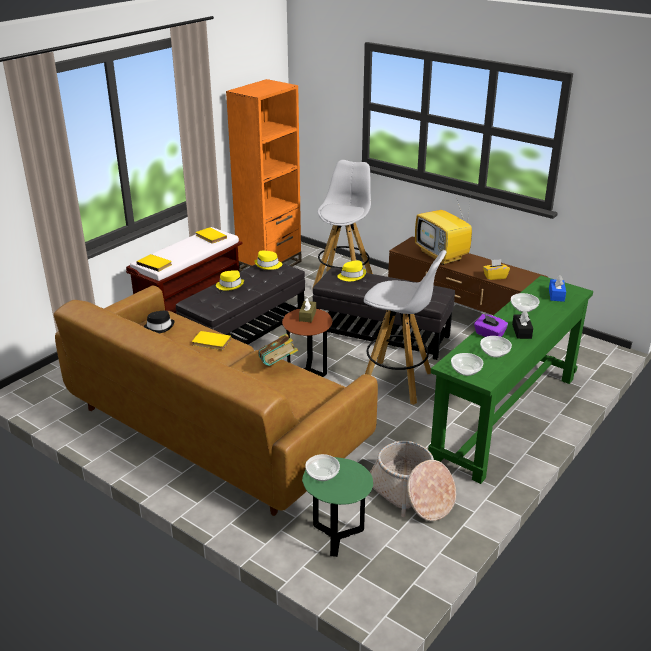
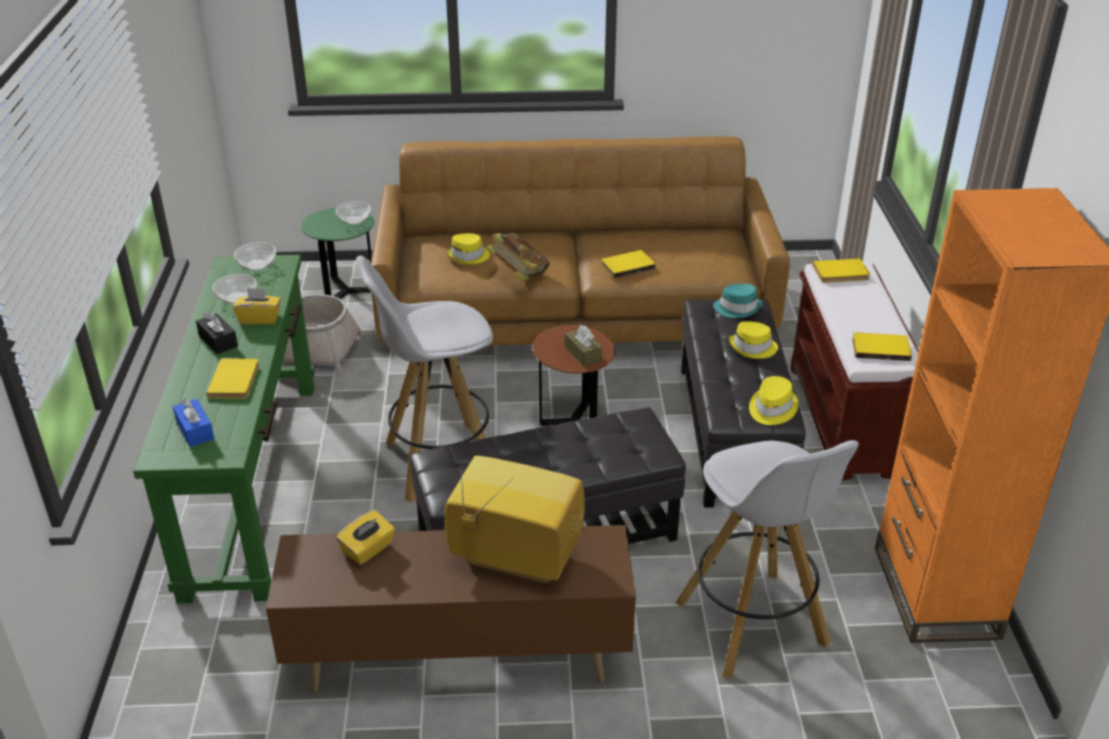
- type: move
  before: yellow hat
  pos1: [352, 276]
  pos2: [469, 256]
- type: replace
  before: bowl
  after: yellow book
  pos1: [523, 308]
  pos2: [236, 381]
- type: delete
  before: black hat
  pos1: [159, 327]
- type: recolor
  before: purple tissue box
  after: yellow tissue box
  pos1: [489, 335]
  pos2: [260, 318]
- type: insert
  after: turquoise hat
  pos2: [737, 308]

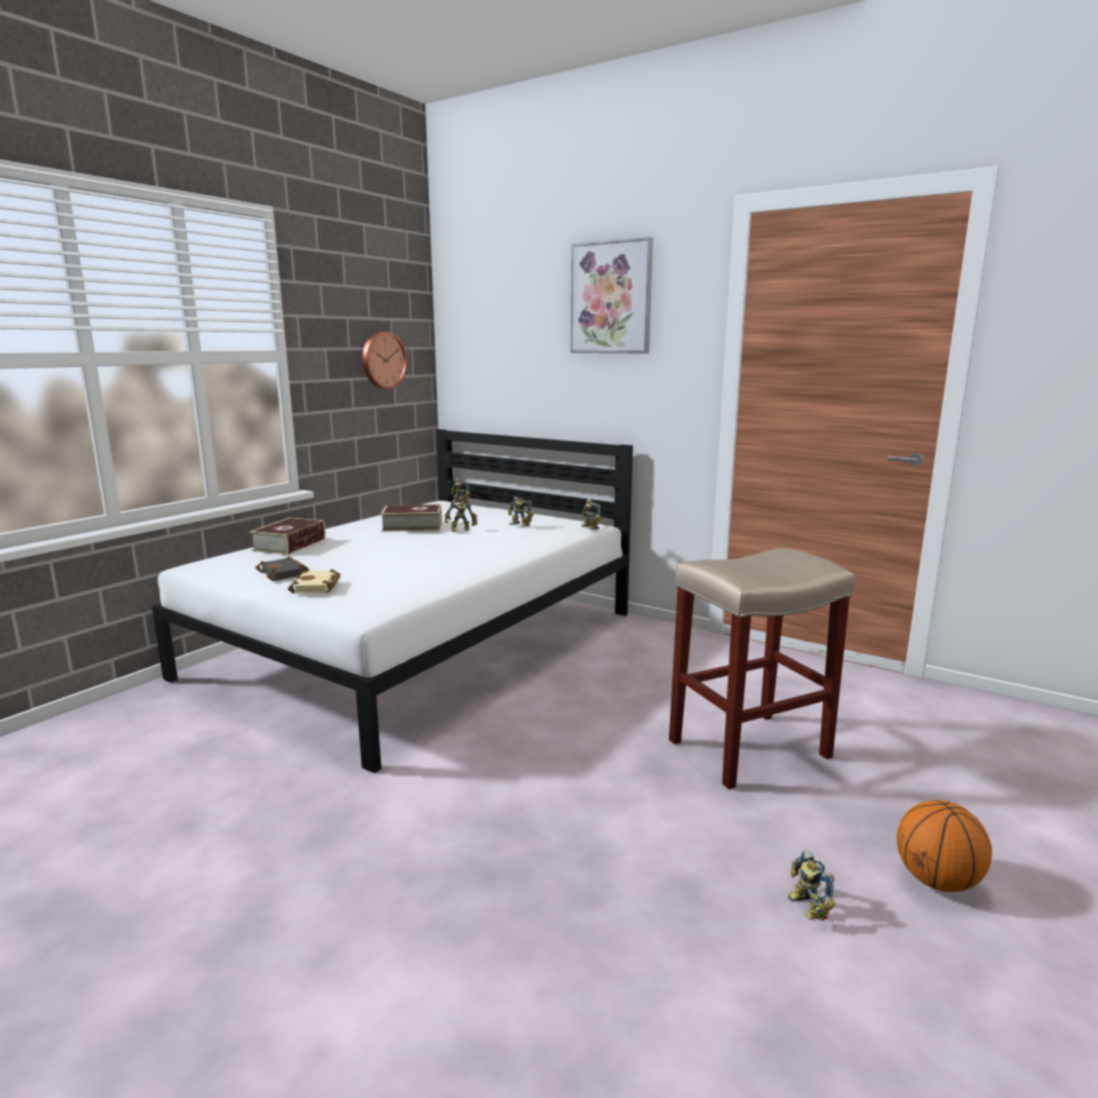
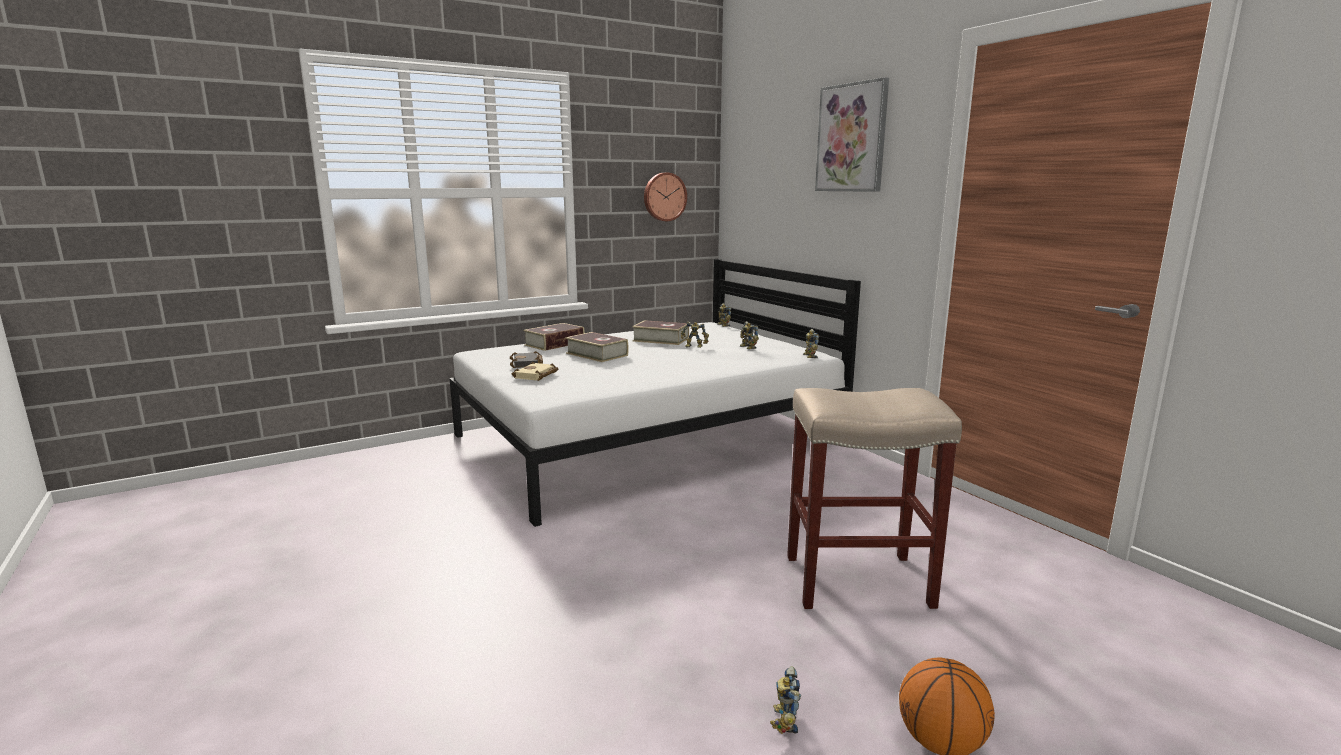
- type: insert
  after: book
  pos2: [597, 354]

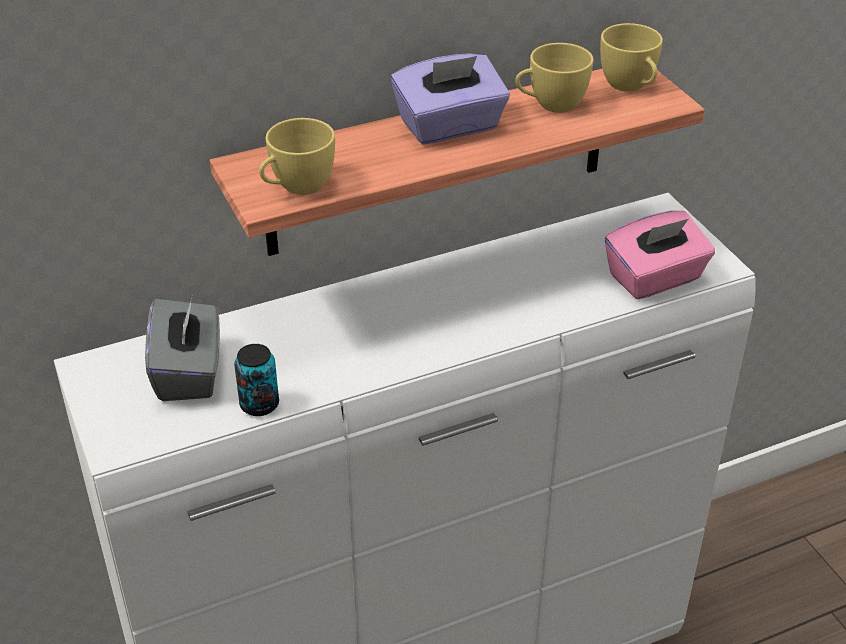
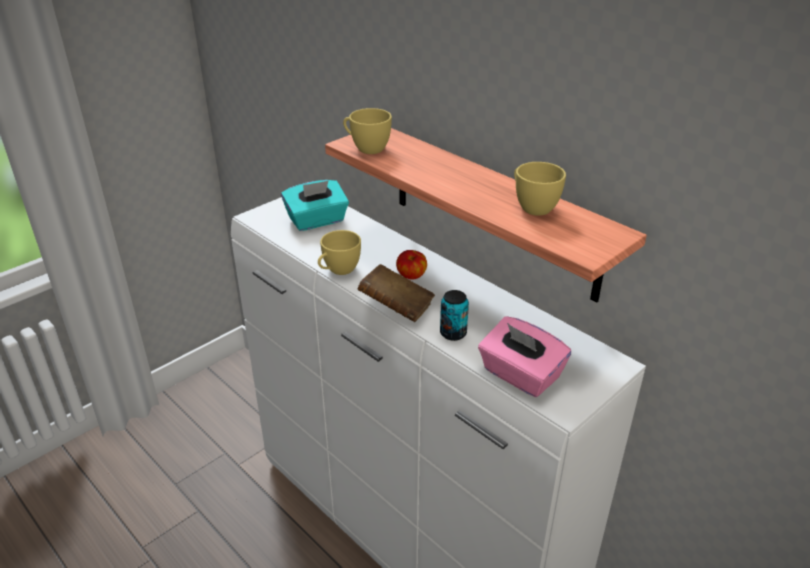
- type: move
  before: yellow cup
  pos1: [630, 87]
  pos2: [338, 271]
- type: delete
  before: purple tissue box
  pos1: [450, 127]
- type: recolor
  before: grey tissue box
  after: turquoise tissue box
  pos1: [189, 372]
  pos2: [317, 221]
- type: move
  before: can
  pos1: [259, 404]
  pos2: [453, 333]
- type: insert
  after: apple
  pos2: [411, 276]
- type: insert
  after: brown book
  pos2: [396, 307]

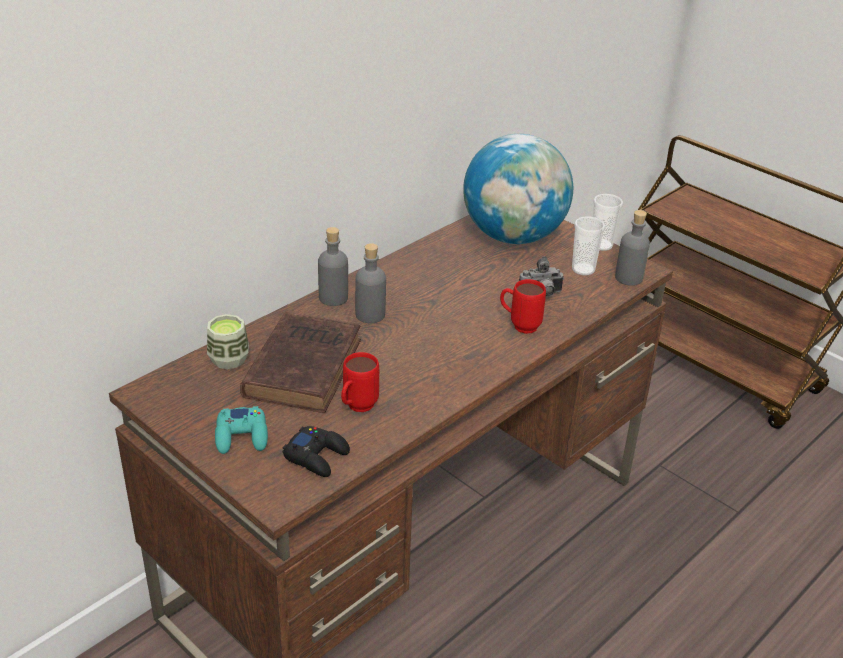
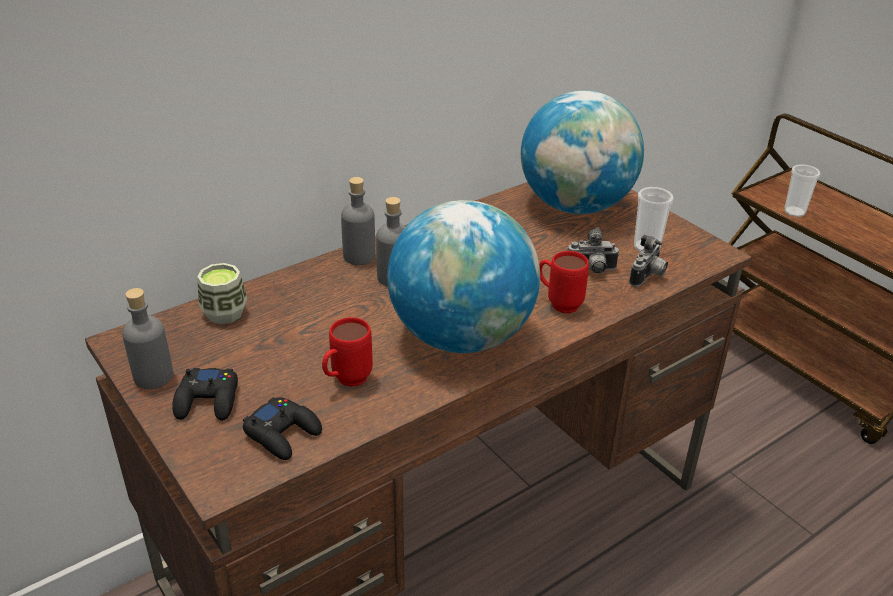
- type: move
  before: cup
  pos1: [601, 245]
  pos2: [794, 212]
- type: move
  before: grey bottle
  pos1: [628, 278]
  pos2: [153, 376]
- type: delete
  before: brown book
  pos1: [304, 366]
- type: recolor
  before: turquoise game controller
  after: black game controller
  pos1: [242, 436]
  pos2: [208, 401]
- type: insert
  after: globe
  pos2: [461, 336]
- type: insert
  after: photo camera
  pos2: [648, 277]

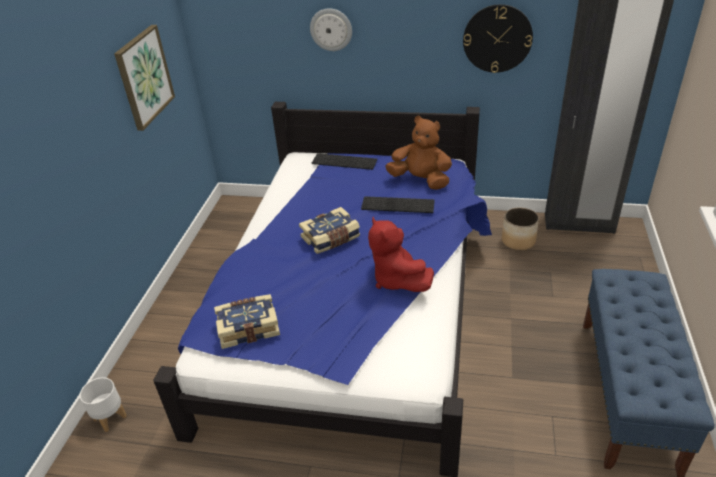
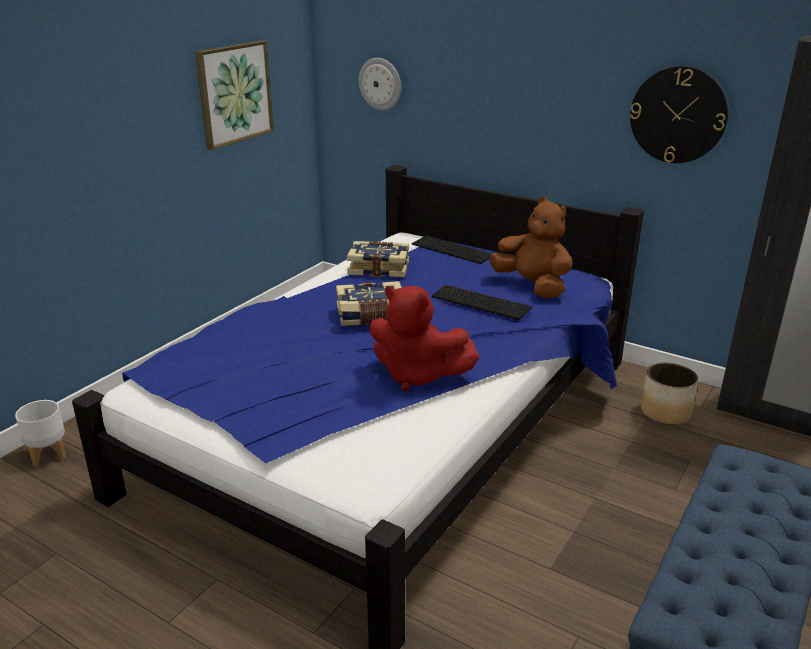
- type: move
  before: wall clock
  pos1: [331, 29]
  pos2: [380, 84]
- type: rotate
  before: red plush toy
  pos1: [397, 280]
  pos2: [417, 375]
  turn: -60
- type: move
  before: book
  pos1: [248, 327]
  pos2: [379, 268]

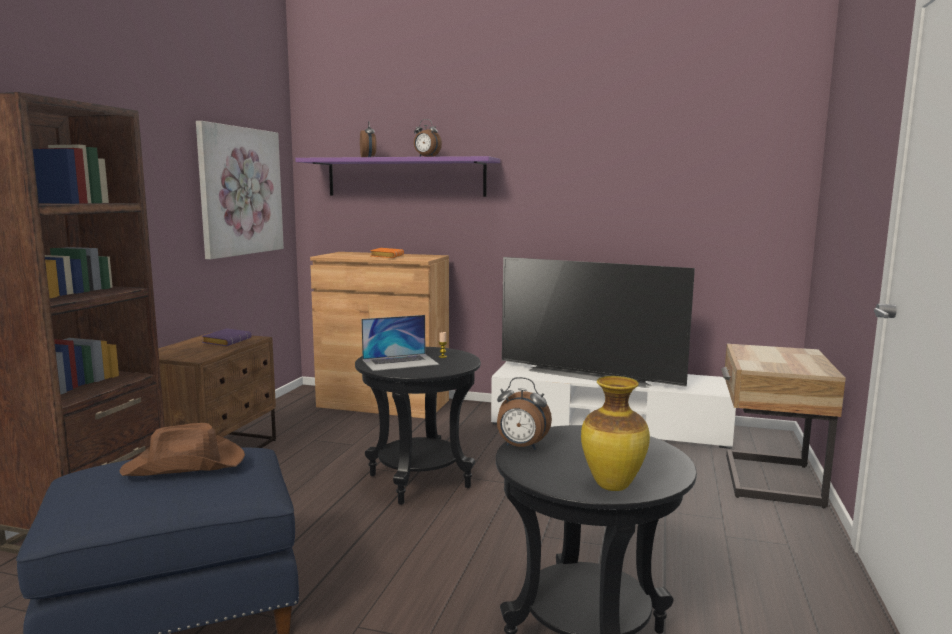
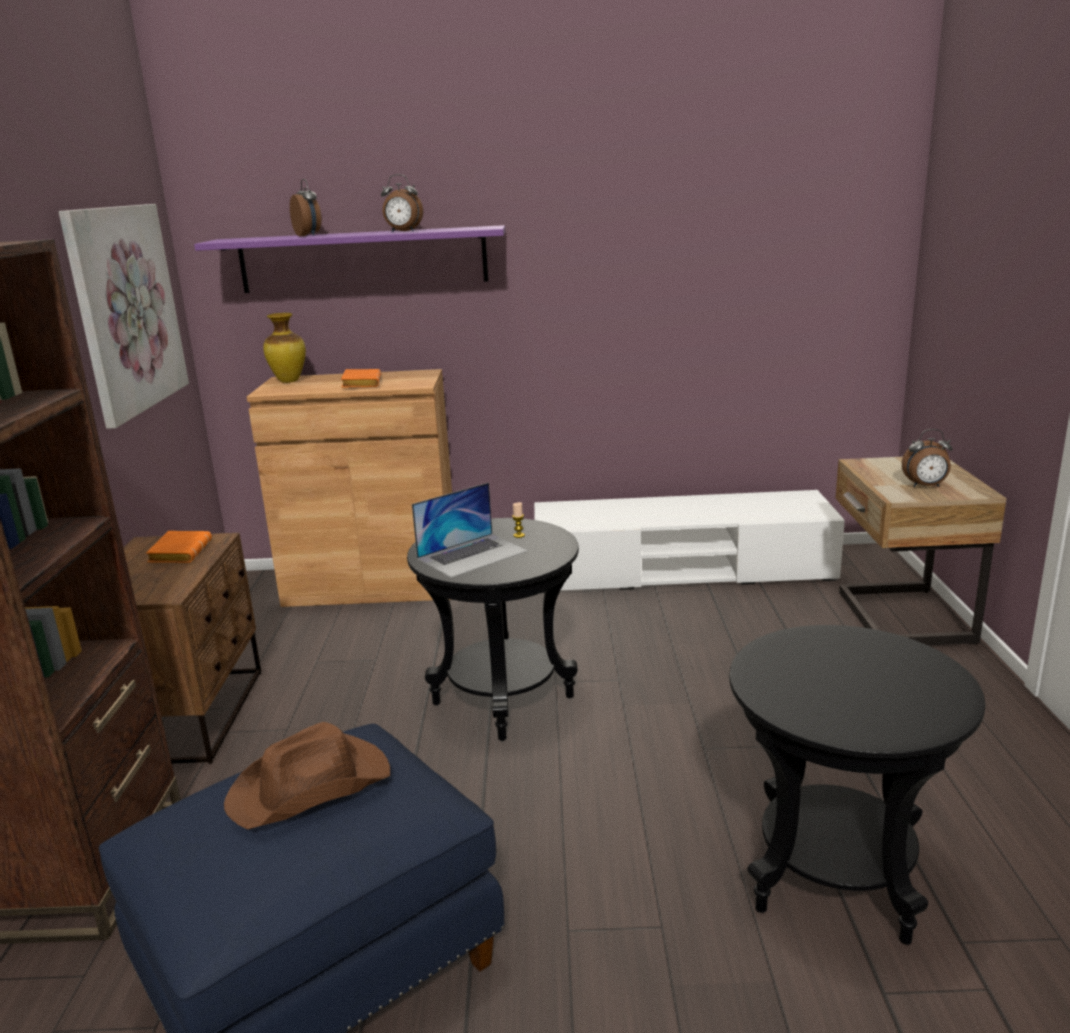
- type: delete
  before: television
  pos1: [590, 375]
- type: recolor
  before: purple book
  after: orange book
  pos1: [226, 341]
  pos2: [179, 552]
- type: move
  before: vase
  pos1: [613, 486]
  pos2: [290, 381]
- type: move
  before: alarm clock
  pos1: [521, 447]
  pos2: [925, 486]

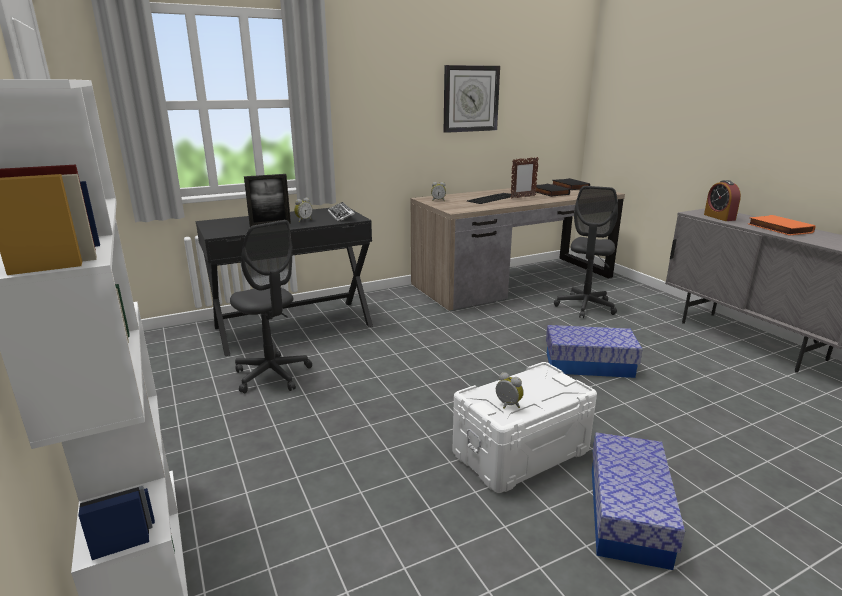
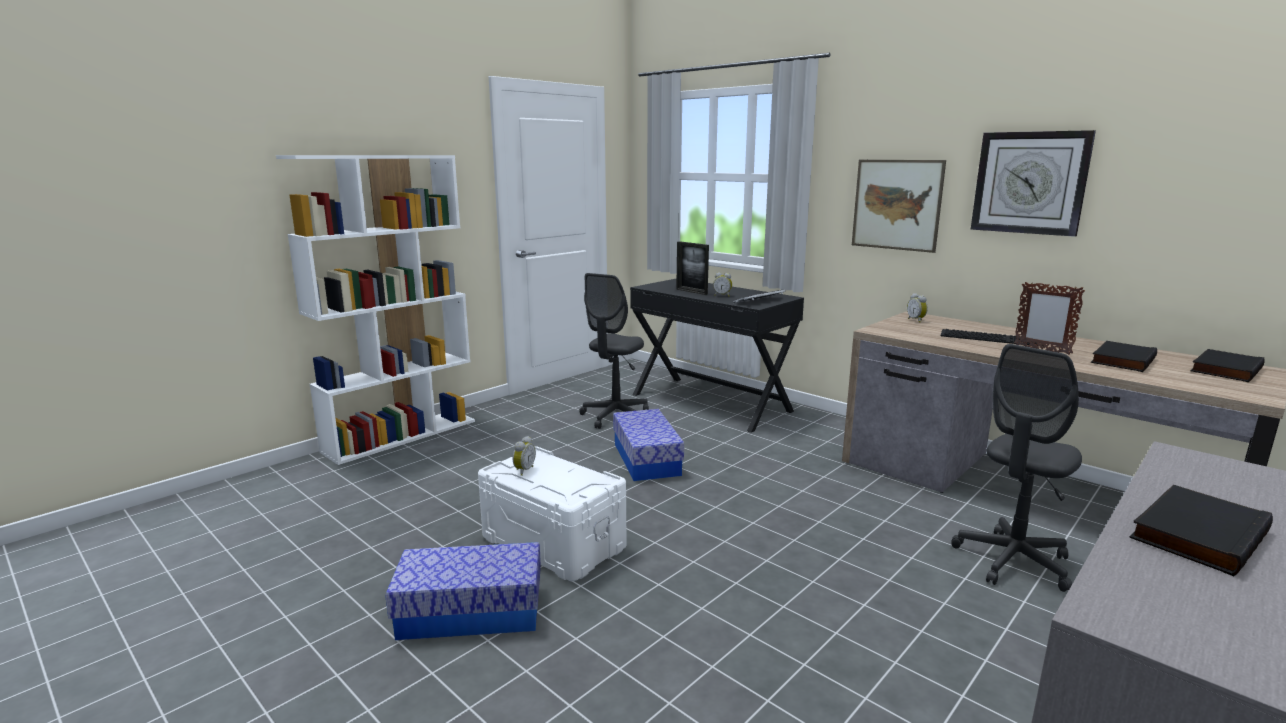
- type: delete
  before: alarm clock
  pos1: [719, 217]
- type: rotate
  before: grey office chair
  pos1: [585, 307]
  pos2: [1012, 561]
  turn: -45
- type: recolor
  before: orange book
  after: black book
  pos1: [778, 228]
  pos2: [1195, 533]
- type: move
  before: storage box
  pos1: [589, 364]
  pos2: [646, 459]
- type: insert
  after: picture
  pos2: [896, 205]

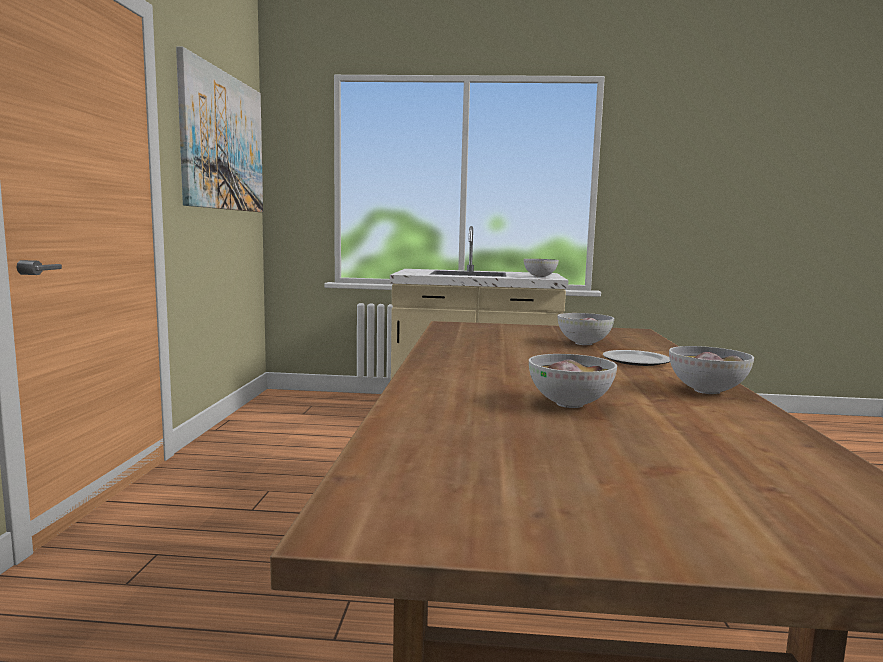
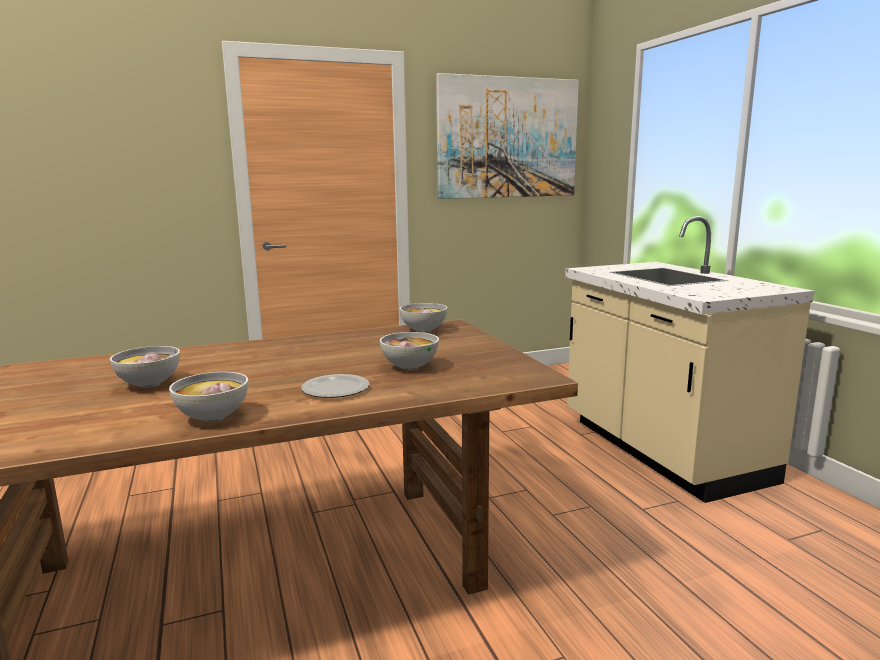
- type: move
  before: bowl
  pos1: [540, 276]
  pos2: [423, 330]

